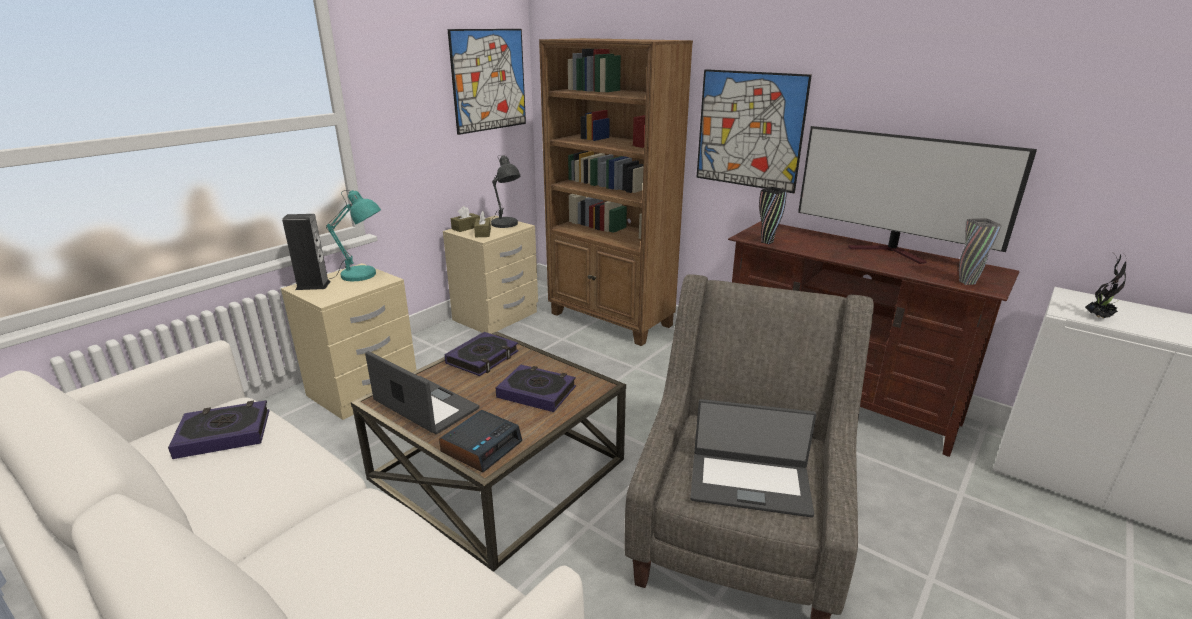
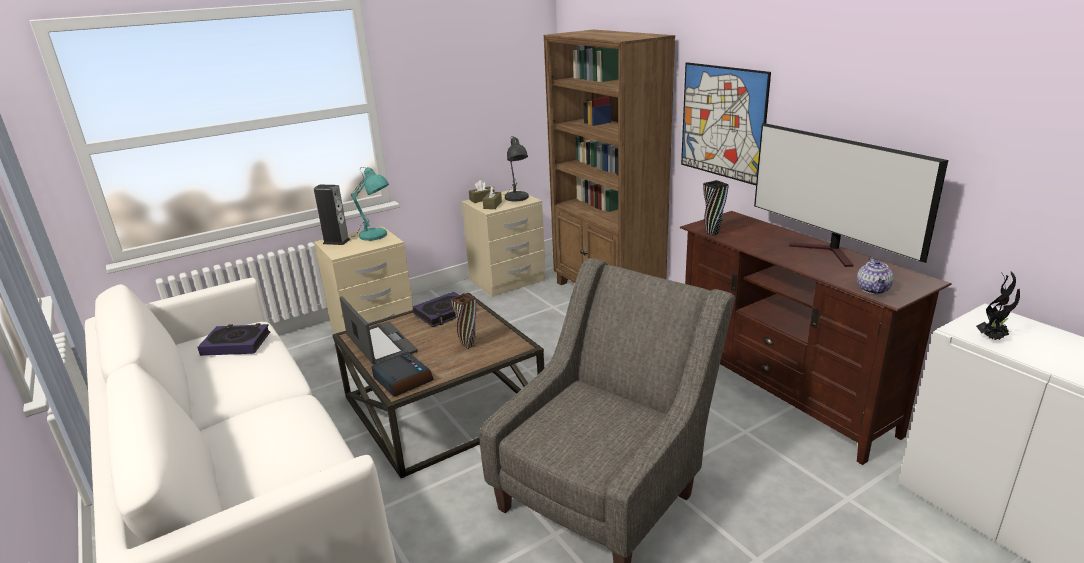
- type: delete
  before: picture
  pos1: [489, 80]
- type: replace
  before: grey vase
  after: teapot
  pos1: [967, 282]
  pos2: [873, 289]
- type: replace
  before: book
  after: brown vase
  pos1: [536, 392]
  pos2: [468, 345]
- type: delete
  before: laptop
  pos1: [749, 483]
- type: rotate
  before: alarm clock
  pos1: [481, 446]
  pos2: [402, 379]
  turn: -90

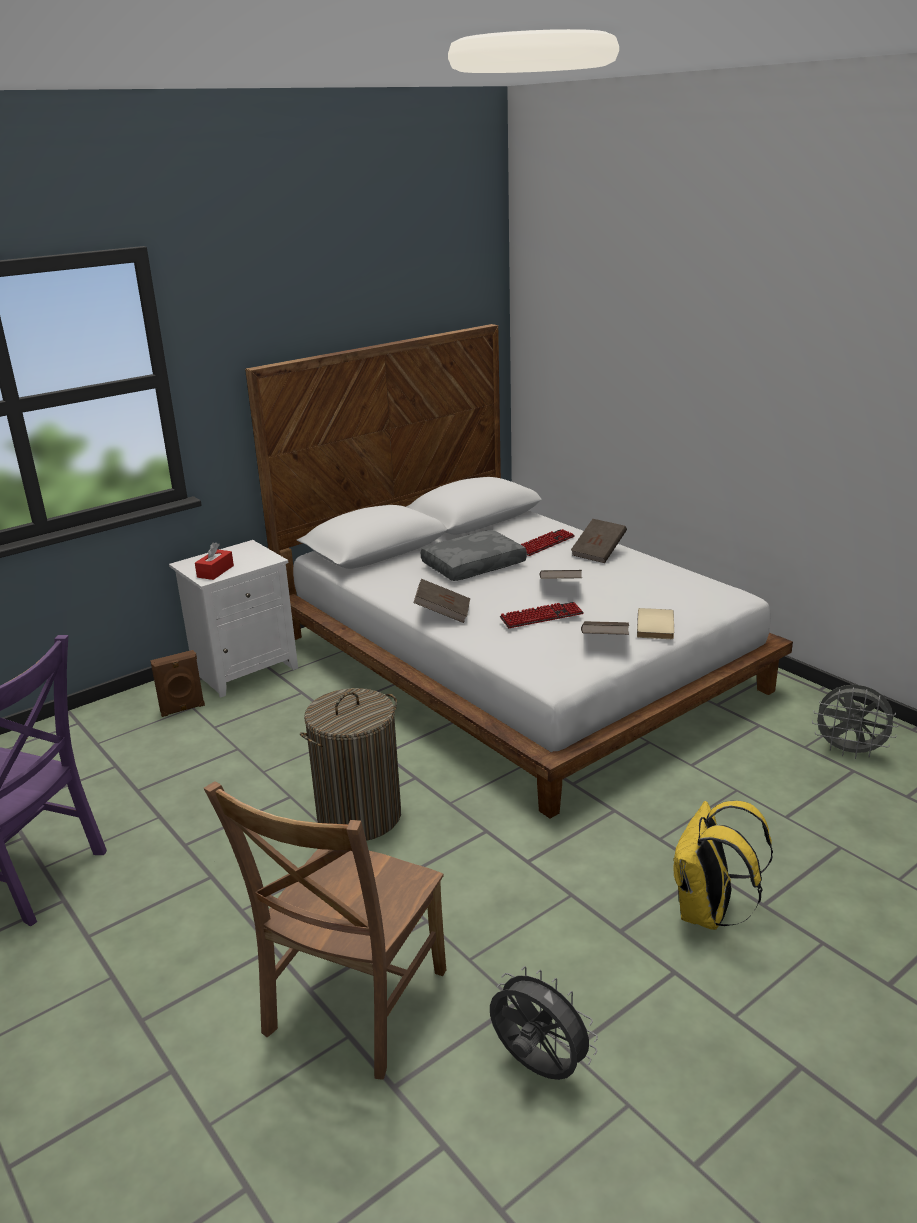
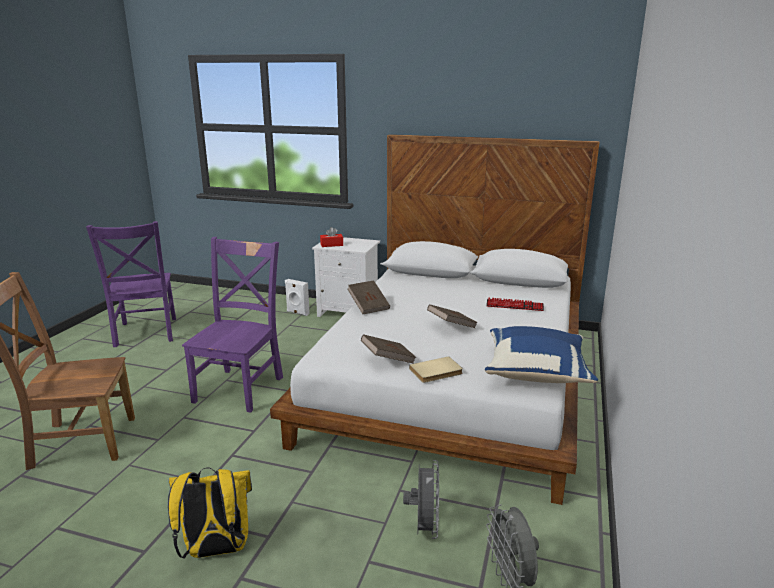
- type: delete
  before: brown book
  pos1: [598, 552]
- type: delete
  before: grey pillow
  pos1: [473, 565]
- type: delete
  before: keyboard
  pos1: [541, 616]
- type: recolor
  before: brown speaker
  after: white speaker
  pos1: [182, 709]
  pos2: [297, 313]
- type: replace
  before: laundry basket
  after: purple chair
  pos1: [359, 815]
  pos2: [241, 387]
- type: move
  before: grey fan
  pos1: [537, 1068]
  pos2: [424, 528]
- type: insert
  after: blue pillow
  pos2: [536, 372]

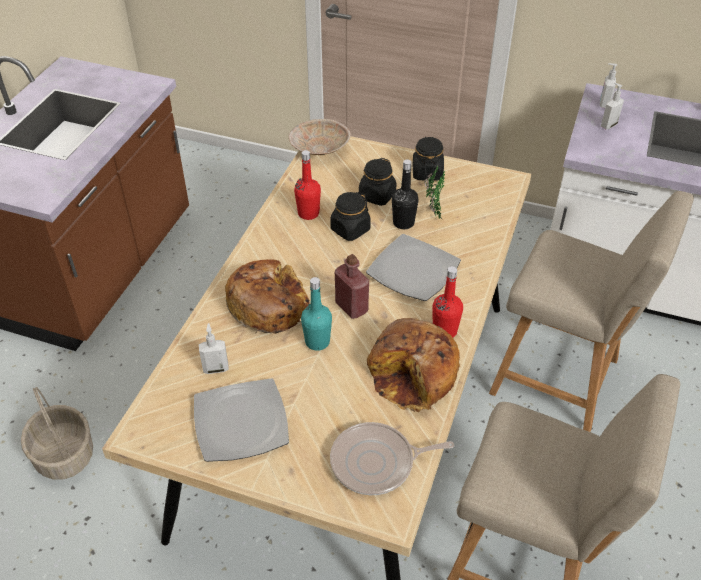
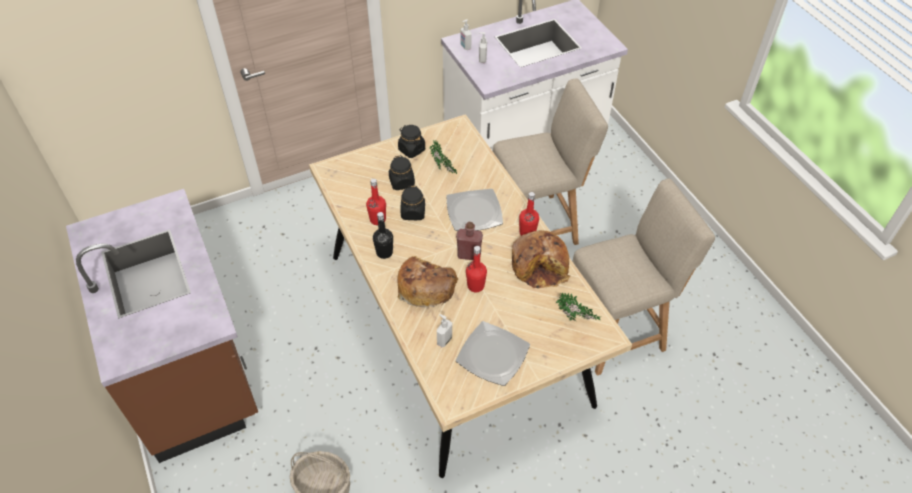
- type: delete
  before: beige bowl
  pos1: [319, 150]
- type: move
  before: black bottle
  pos1: [403, 223]
  pos2: [384, 252]
- type: recolor
  before: turquoise bottle
  after: red bottle
  pos1: [317, 342]
  pos2: [475, 286]
- type: replace
  before: frying pan
  after: potted plant
  pos1: [377, 463]
  pos2: [575, 320]

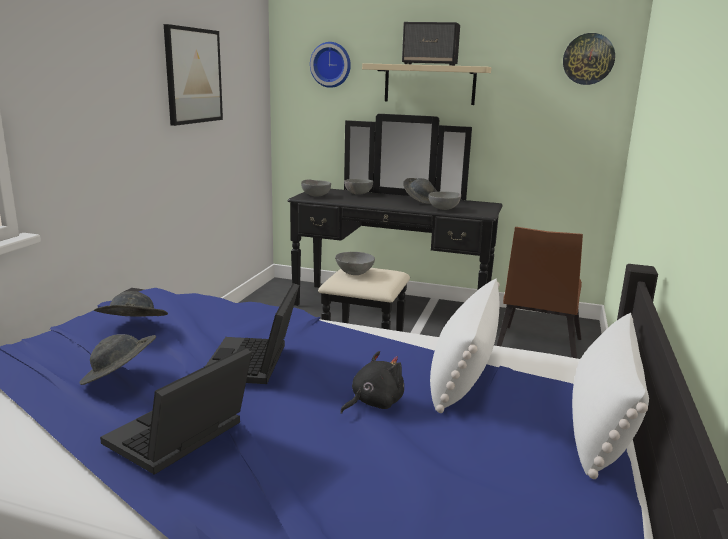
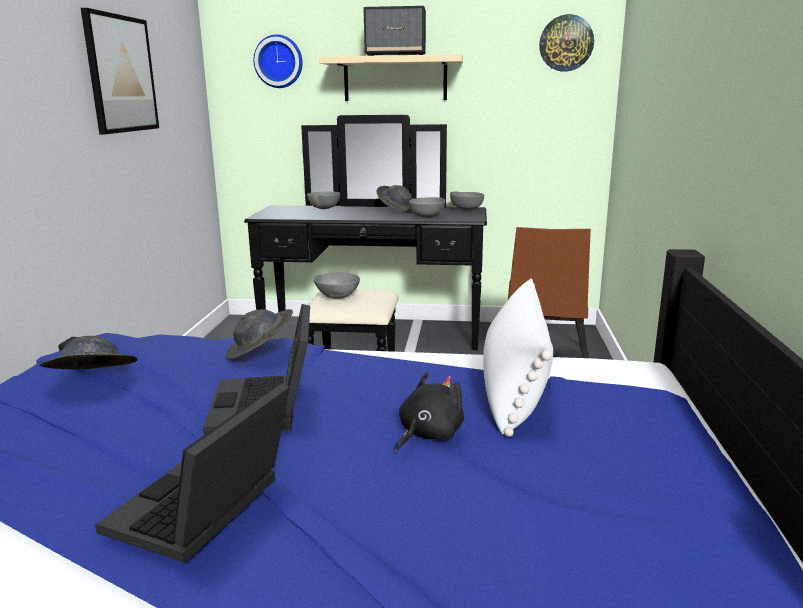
- type: move
  before: grey bowl
  pos1: [316, 196]
  pos2: [466, 209]
- type: delete
  before: white pillow
  pos1: [601, 422]
- type: move
  before: grey hat
  pos1: [120, 378]
  pos2: [260, 352]

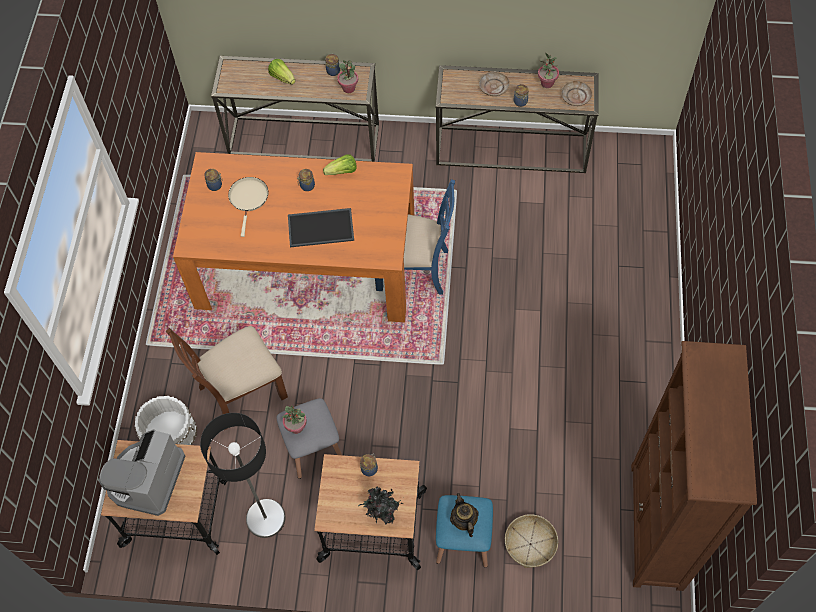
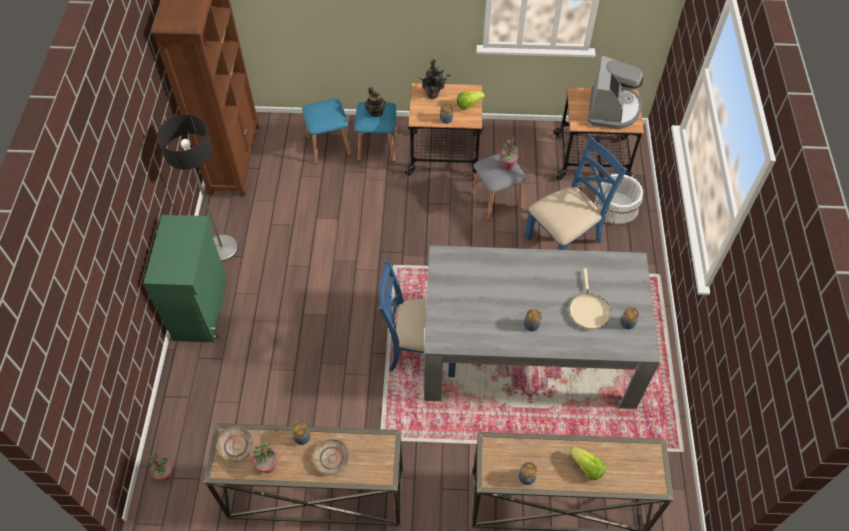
- type: move
  before: potted plant
  pos1: [349, 88]
  pos2: [165, 474]
- type: recolor
  before: orange dining table
  after: grey dining table
  pos1: [307, 264]
  pos2: [528, 352]
- type: move
  before: lettuce
  pos1: [342, 172]
  pos2: [468, 104]
- type: delete
  before: tray
  pos1: [321, 227]
- type: recolor
  before: brown chair
  after: blue chair
  pos1: [241, 391]
  pos2: [564, 239]
- type: move
  before: floor lamp
  pos1: [265, 518]
  pos2: [222, 248]
- type: replace
  before: basket
  after: blue stool
  pos1: [530, 544]
  pos2: [329, 146]
- type: insert
  after: green cabinet
  pos2: [202, 308]

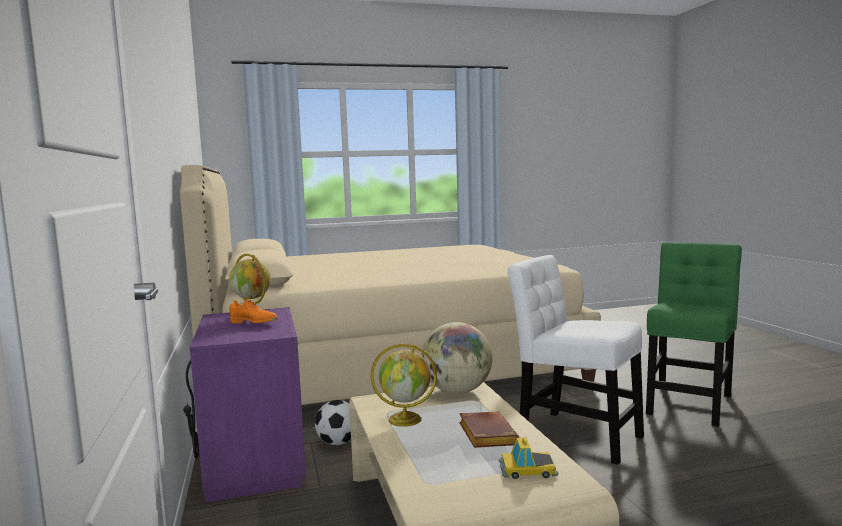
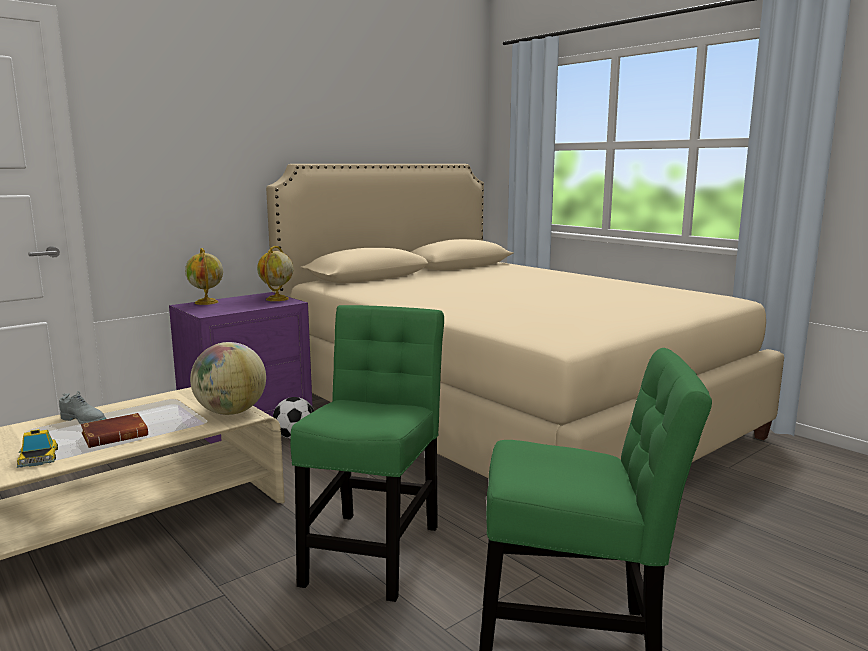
- type: recolor
  before: white chair
  after: green chair
  pos1: [574, 435]
  pos2: [373, 549]
- type: delete
  before: orange shoe
  pos1: [254, 323]
- type: move
  before: globe
  pos1: [406, 419]
  pos2: [206, 302]
- type: insert
  after: grey shoe
  pos2: [84, 421]

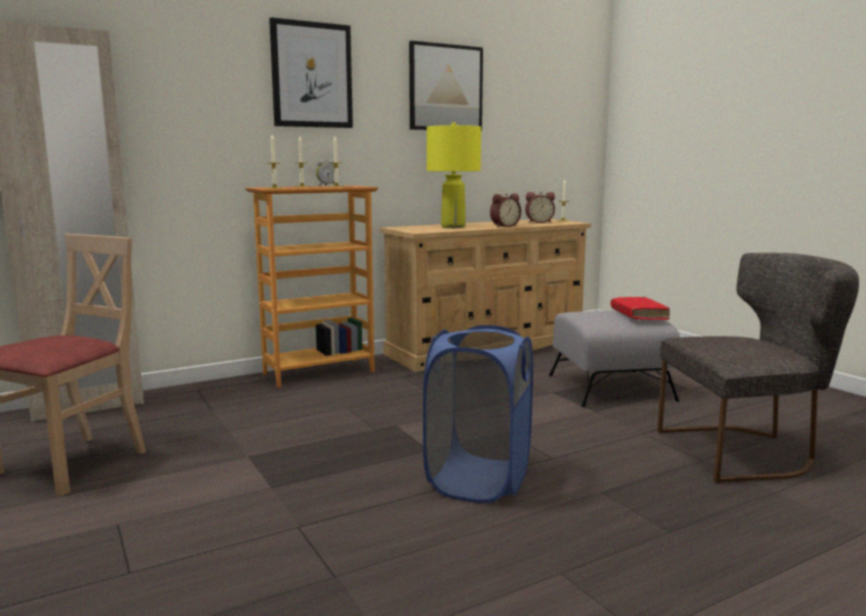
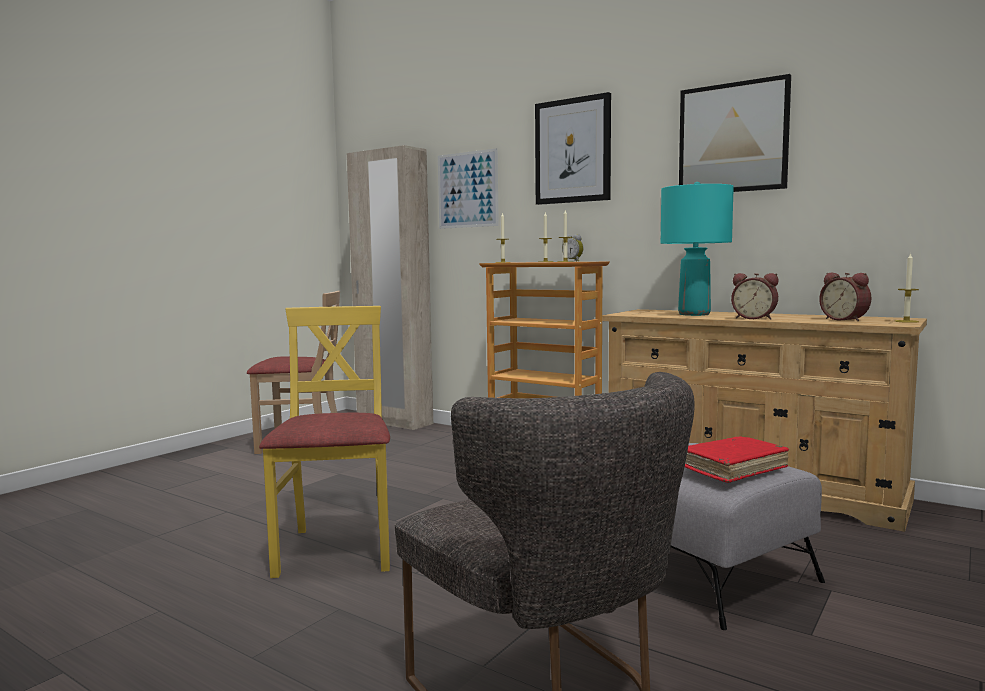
- type: recolor
  before: yellow table lamp
  after: turquoise table lamp
  pos1: [452, 227]
  pos2: [693, 314]
- type: replace
  before: blue laundry basket
  after: yellow chair
  pos1: [478, 480]
  pos2: [337, 549]
- type: insert
  after: picture
  pos2: [467, 190]

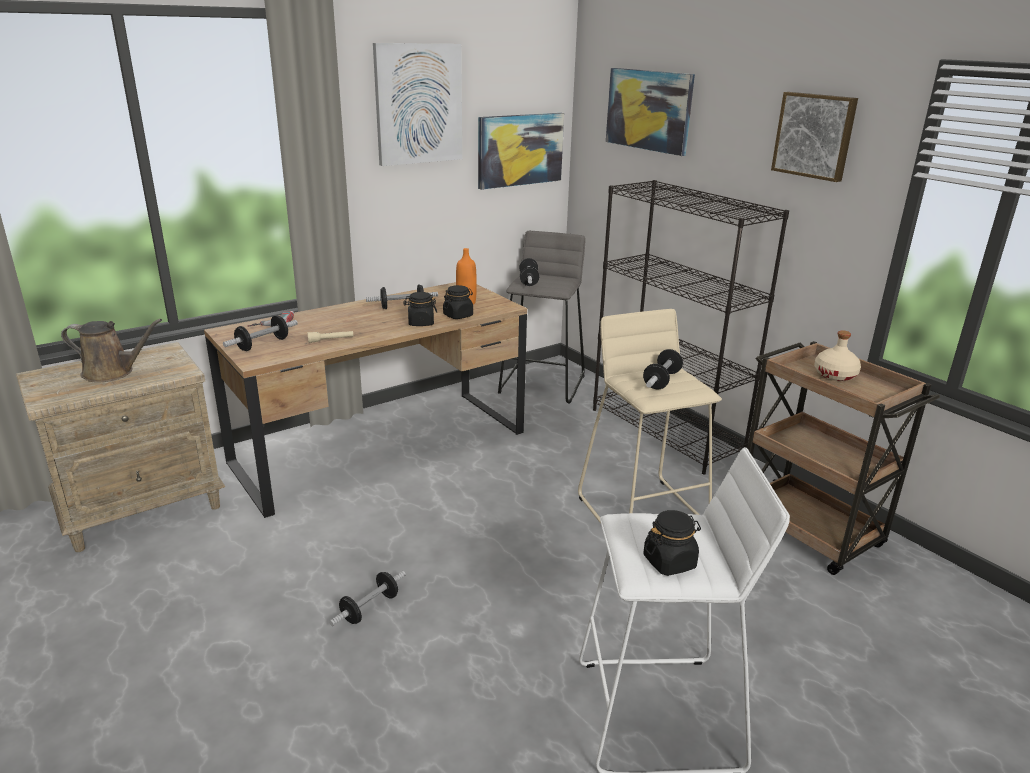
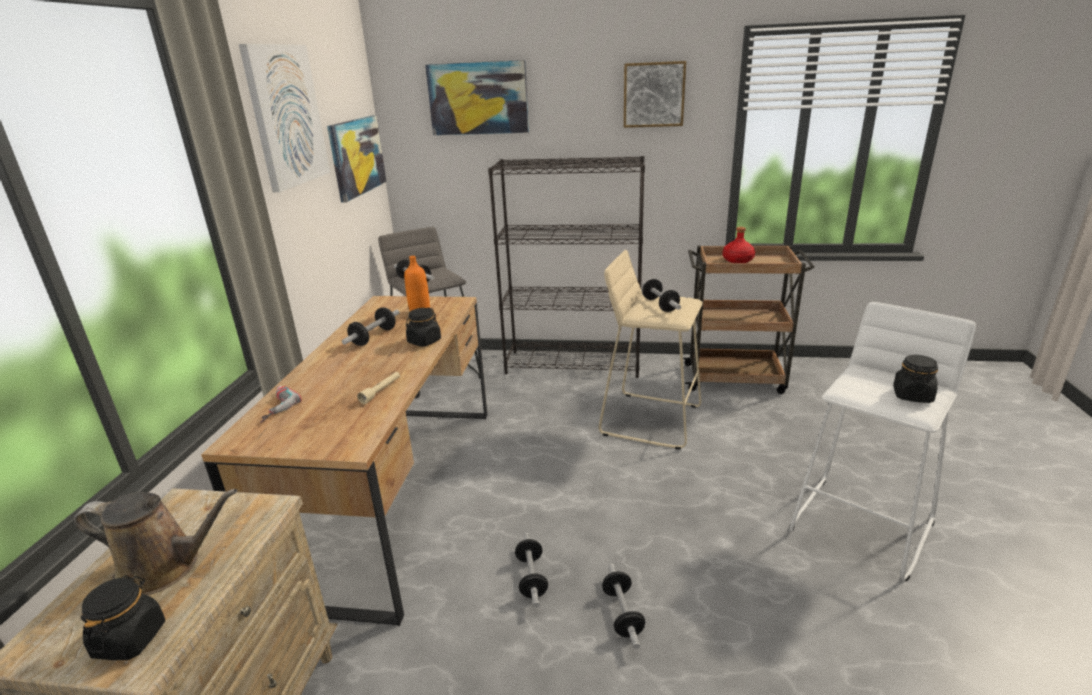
- type: move
  before: black jar
  pos1: [458, 315]
  pos2: [130, 639]
- type: move
  before: dumbbell
  pos1: [263, 344]
  pos2: [531, 578]
- type: rotate
  before: brown watering can
  pos1: [112, 372]
  pos2: [165, 567]
  turn: 45
- type: recolor
  before: beige bottle
  after: red bottle
  pos1: [835, 375]
  pos2: [737, 260]

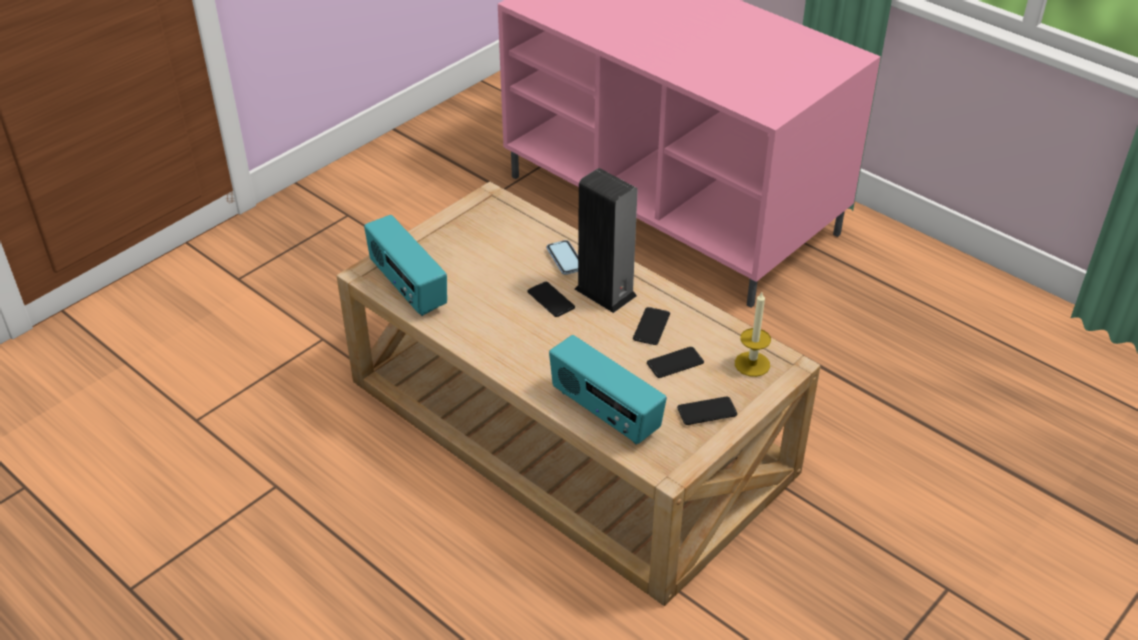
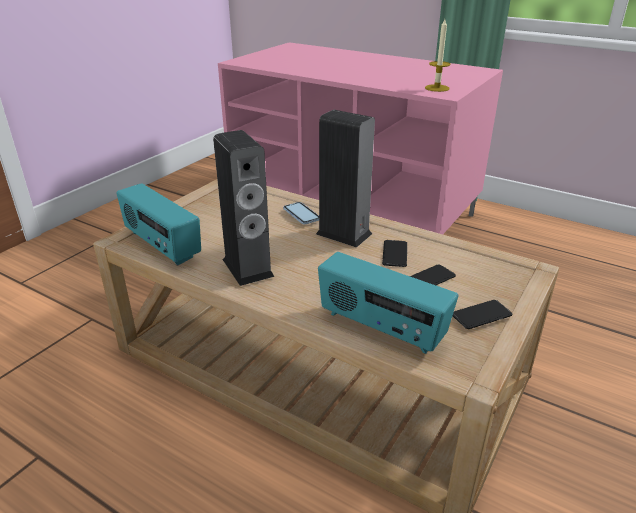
- type: delete
  before: phone
  pos1: [551, 300]
- type: move
  before: candle
  pos1: [752, 364]
  pos2: [437, 88]
- type: insert
  after: speaker
  pos2: [247, 268]

